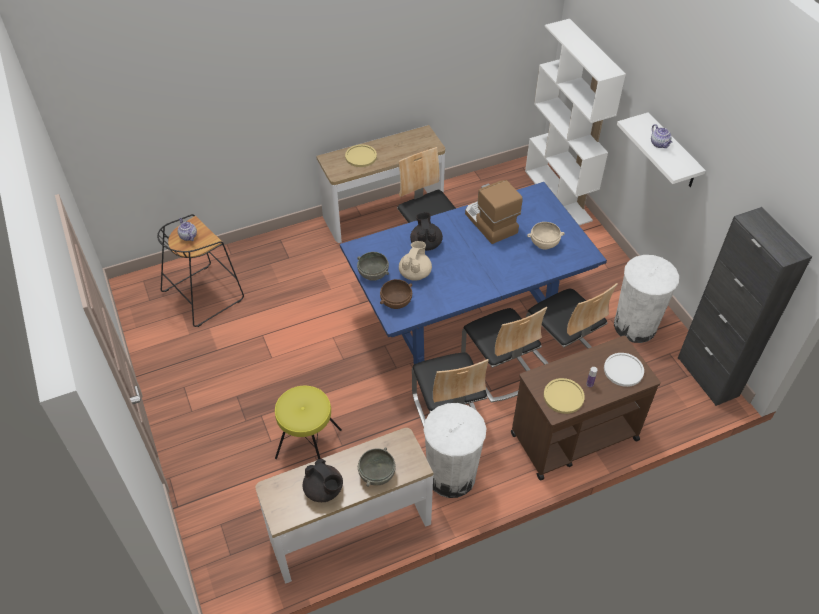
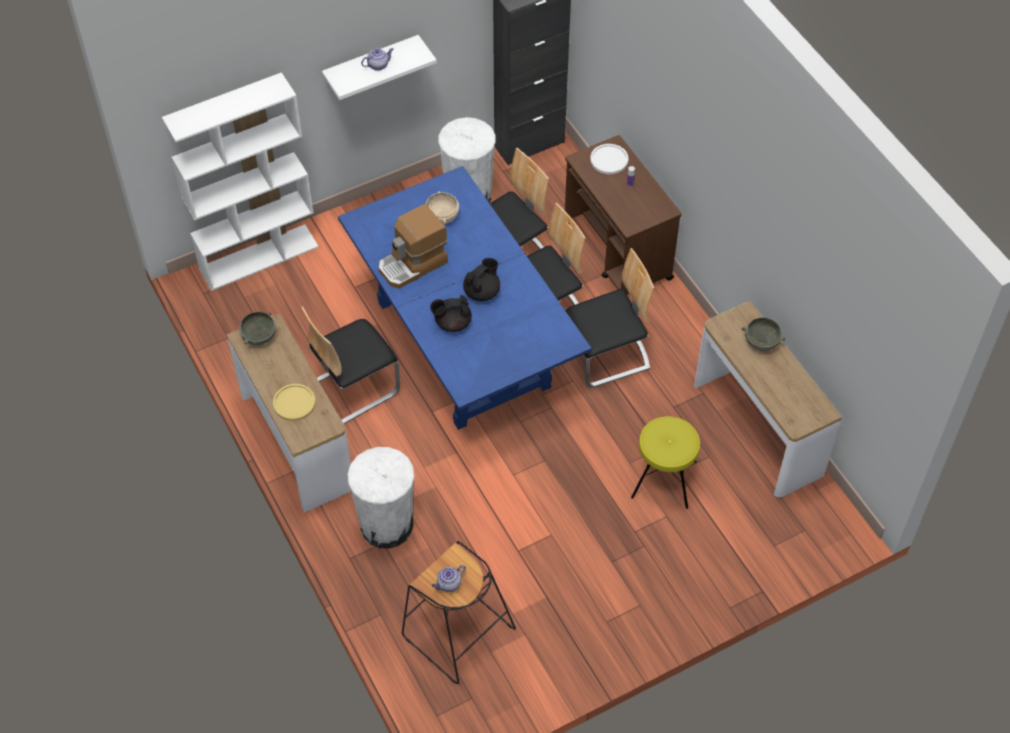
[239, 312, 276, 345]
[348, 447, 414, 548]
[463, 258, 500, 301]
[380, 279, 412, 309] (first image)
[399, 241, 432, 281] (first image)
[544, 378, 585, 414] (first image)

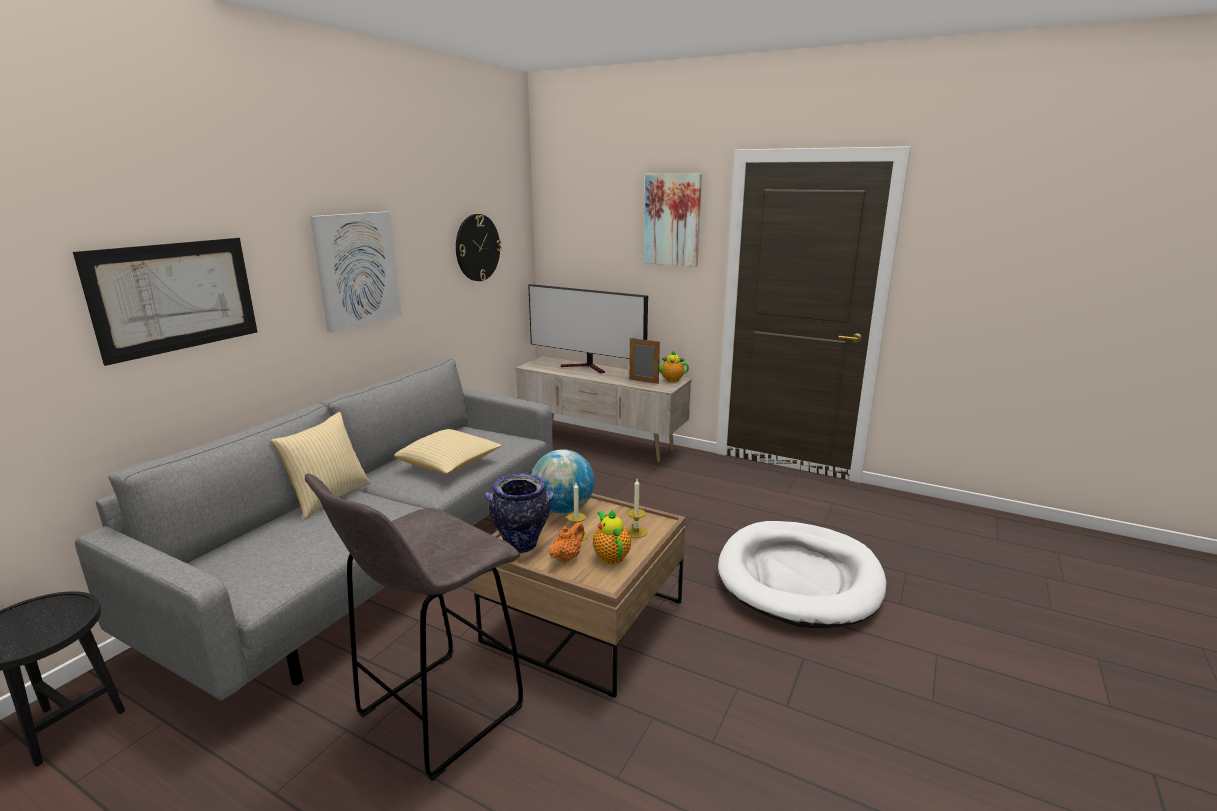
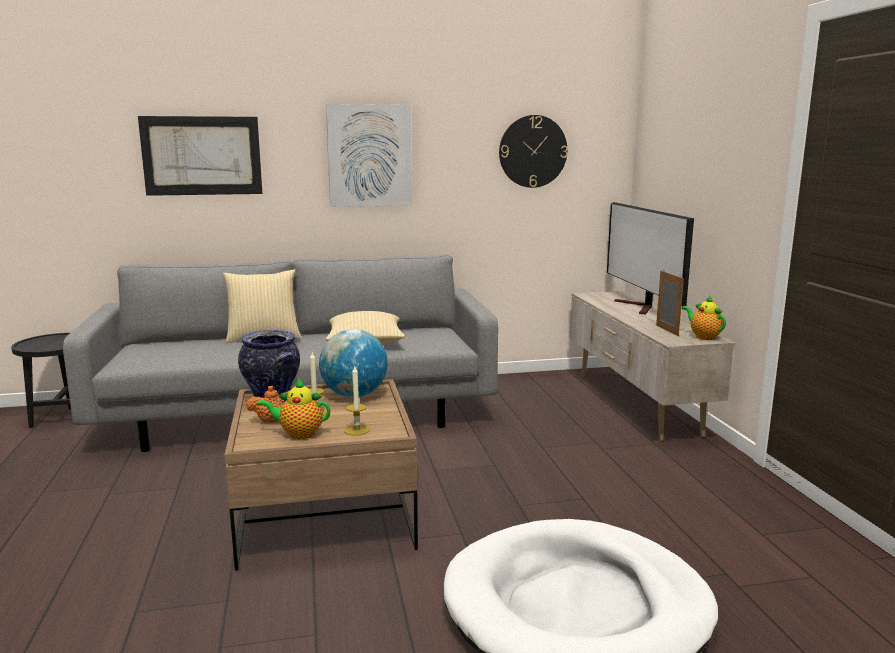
[257, 379, 330, 439]
[305, 473, 524, 781] (first image)
[644, 173, 702, 267] (first image)

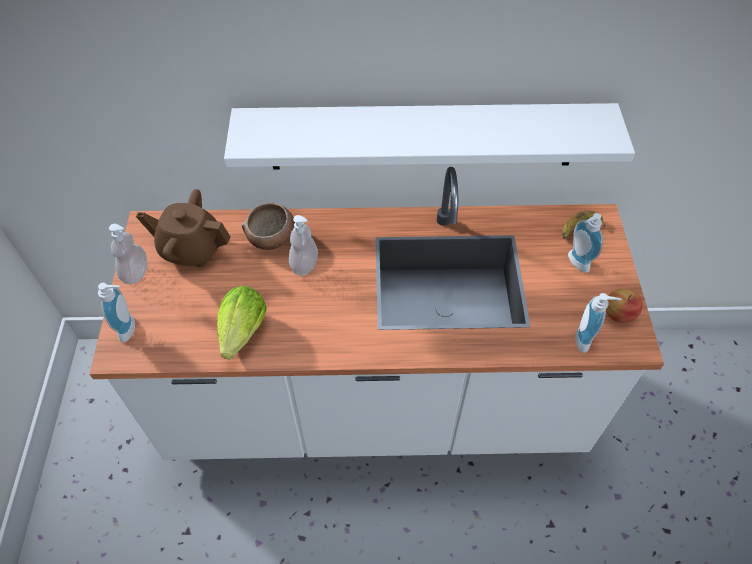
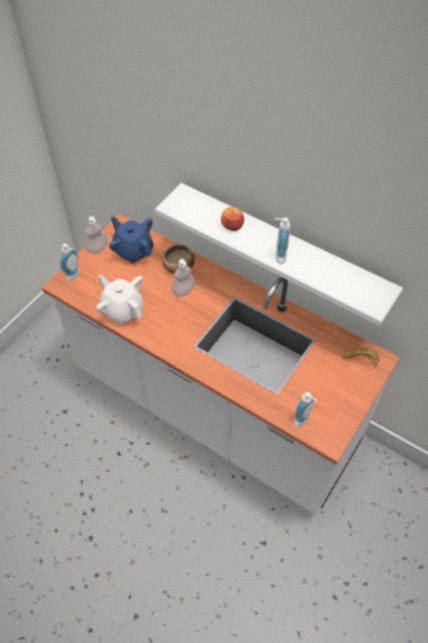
[96, 274, 144, 324]
[109, 216, 153, 263]
[221, 207, 244, 231]
[274, 218, 290, 264]

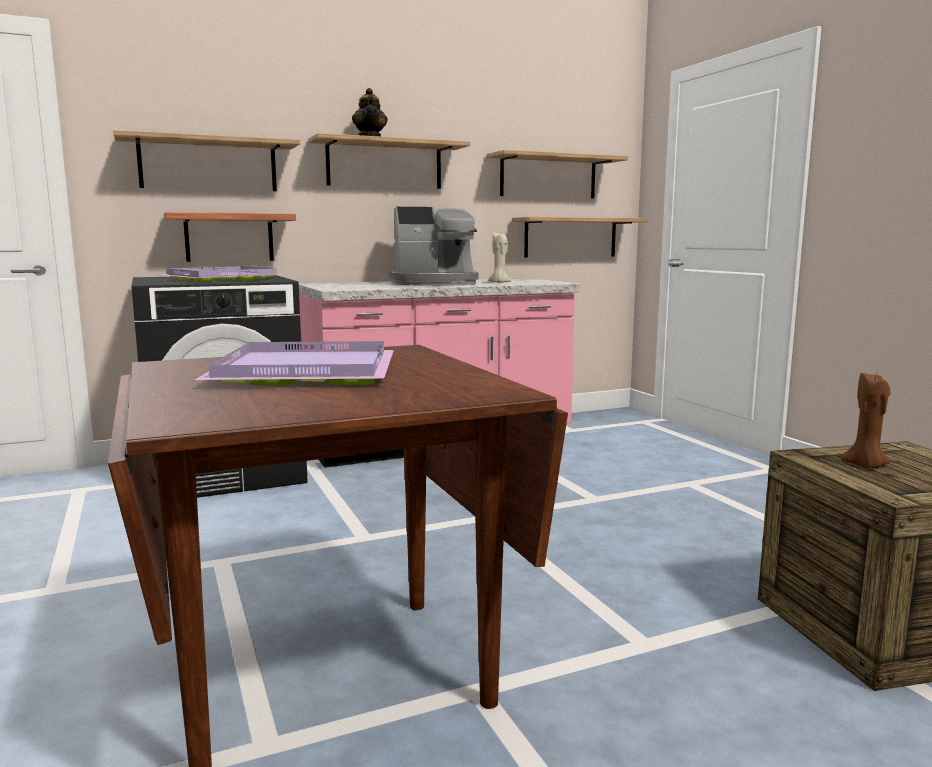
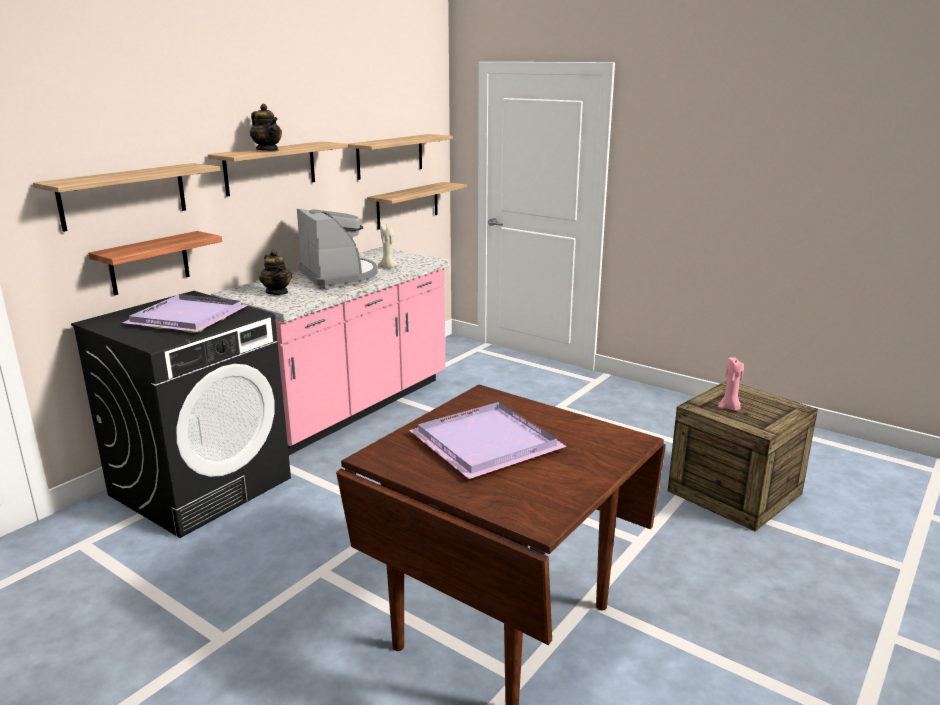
[259, 250, 292, 295]
[297, 209, 377, 289]
[718, 357, 744, 411]

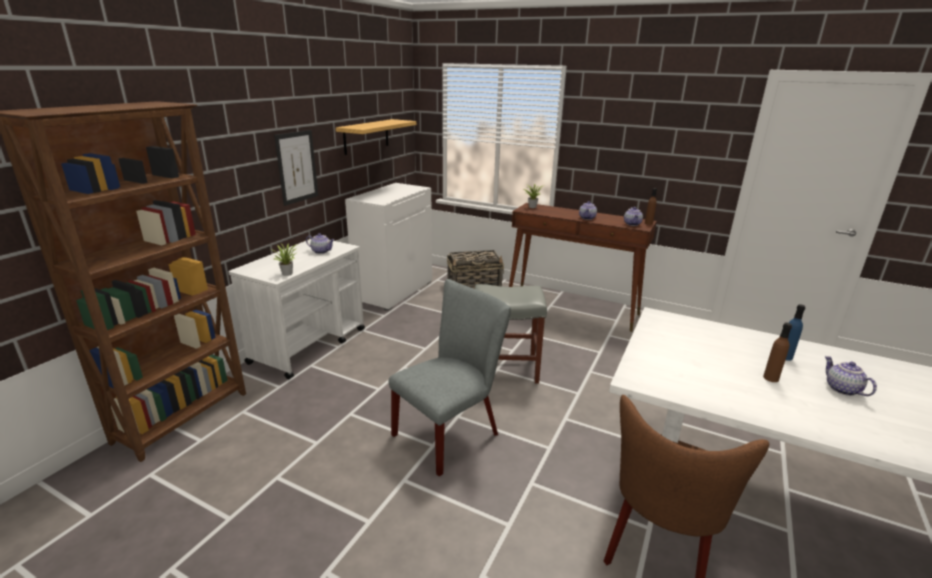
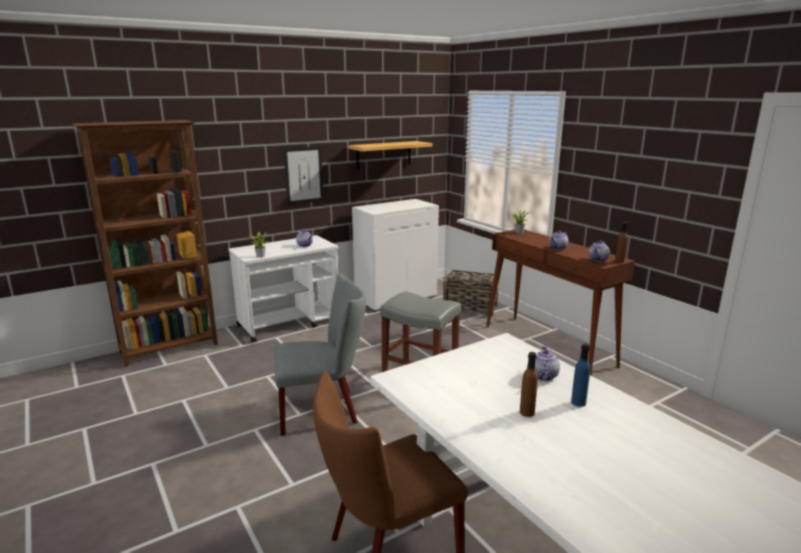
[535, 346, 560, 381]

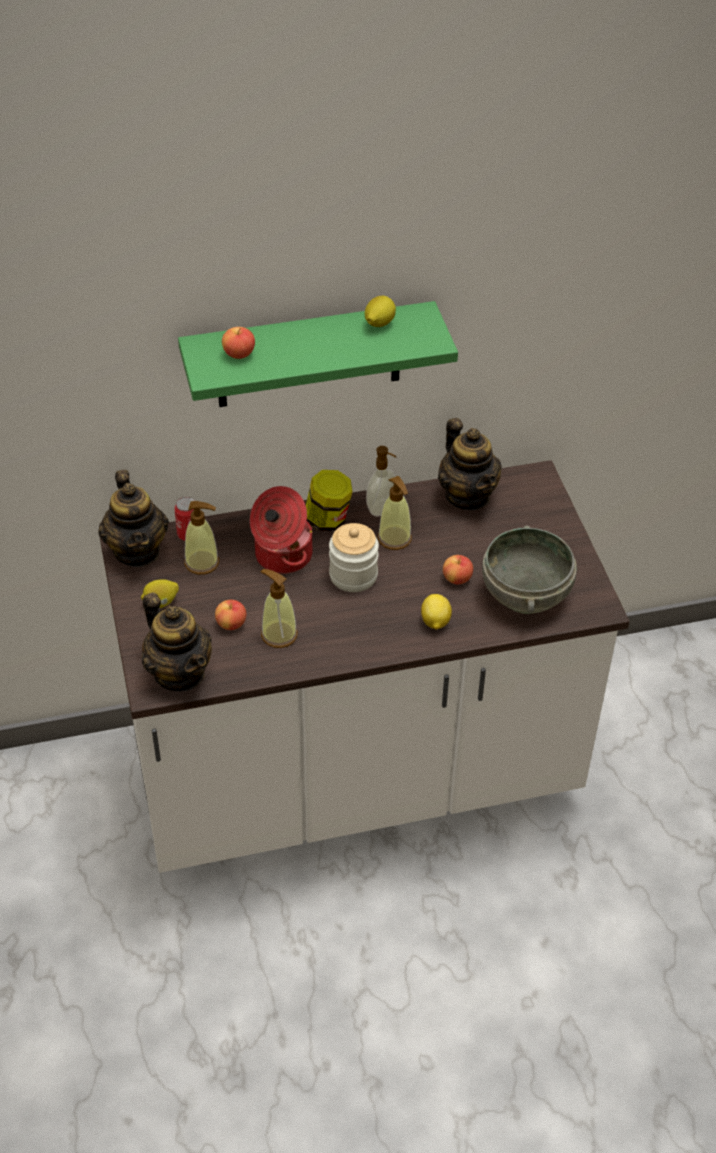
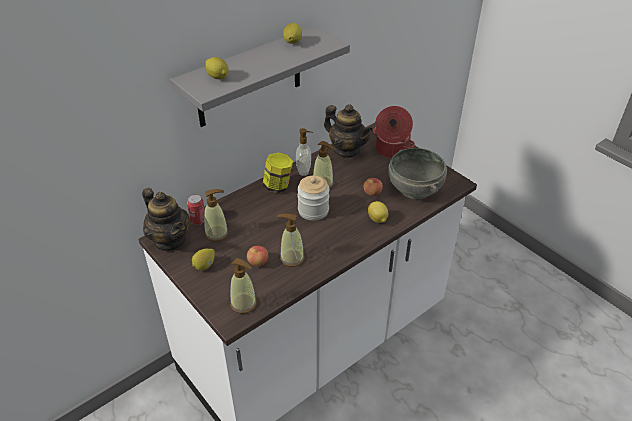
[170, 26, 350, 127]
[205, 57, 229, 79]
[230, 258, 257, 314]
[372, 106, 415, 159]

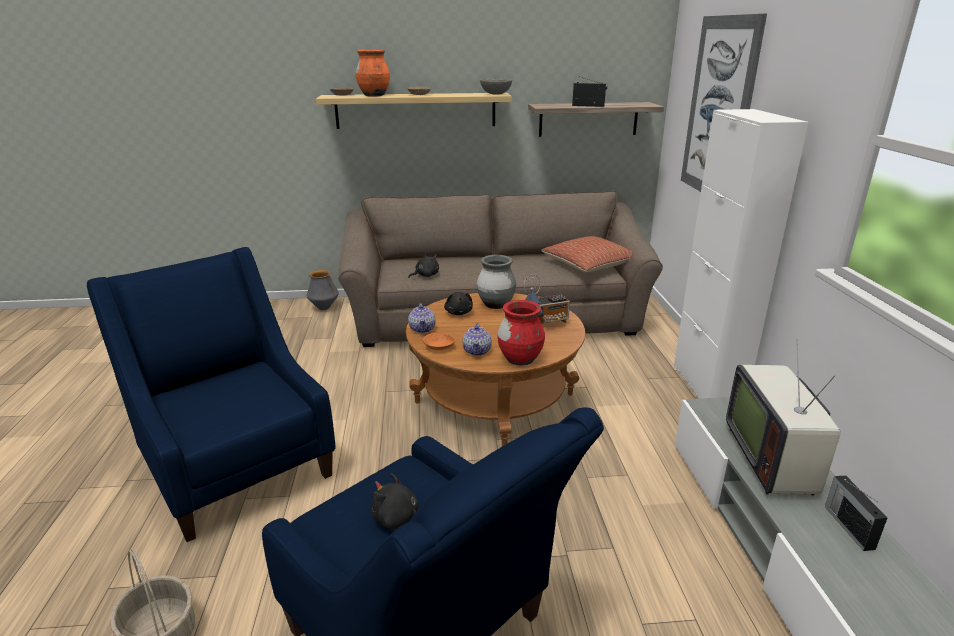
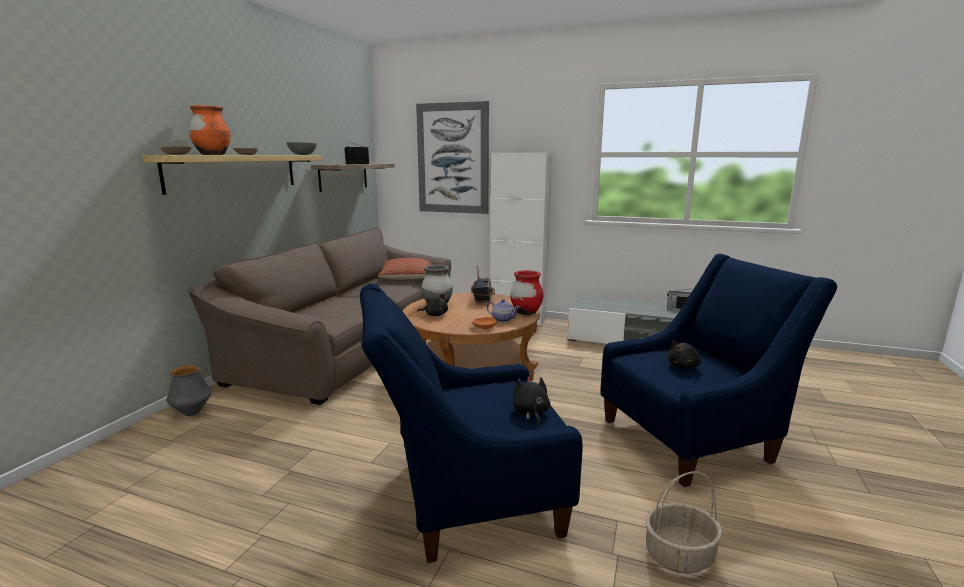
[513, 376, 550, 425]
[408, 303, 436, 333] (first image)
[726, 339, 840, 496] (first image)

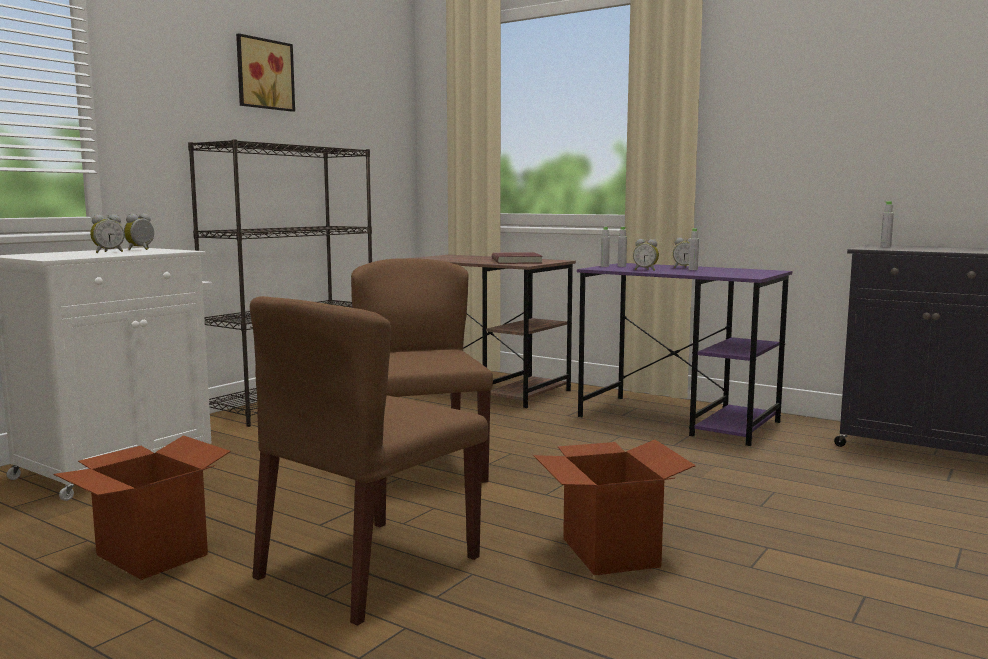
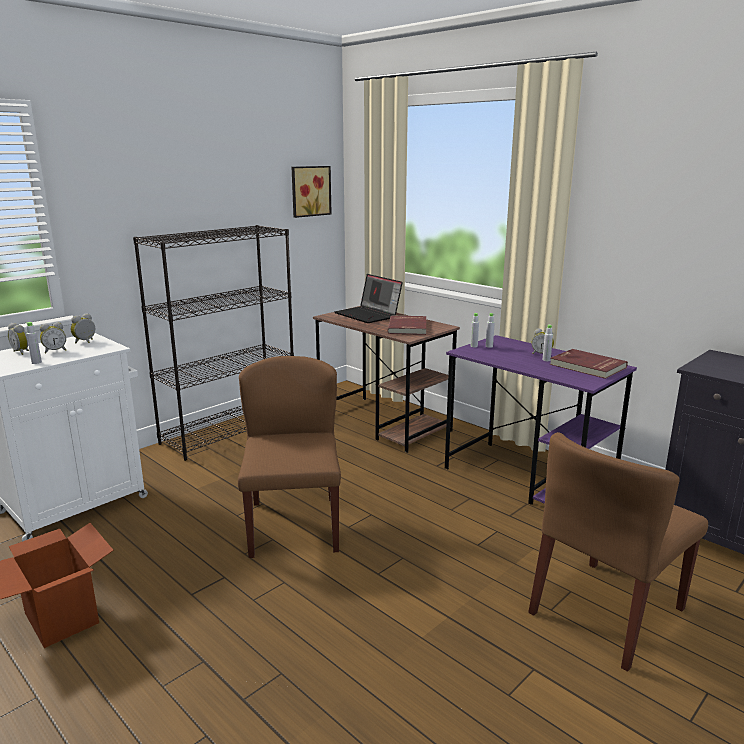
[8, 323, 29, 355]
[26, 322, 42, 364]
[292, 166, 332, 218]
[334, 274, 403, 323]
[528, 432, 708, 672]
[550, 349, 628, 379]
[534, 440, 695, 575] (first image)

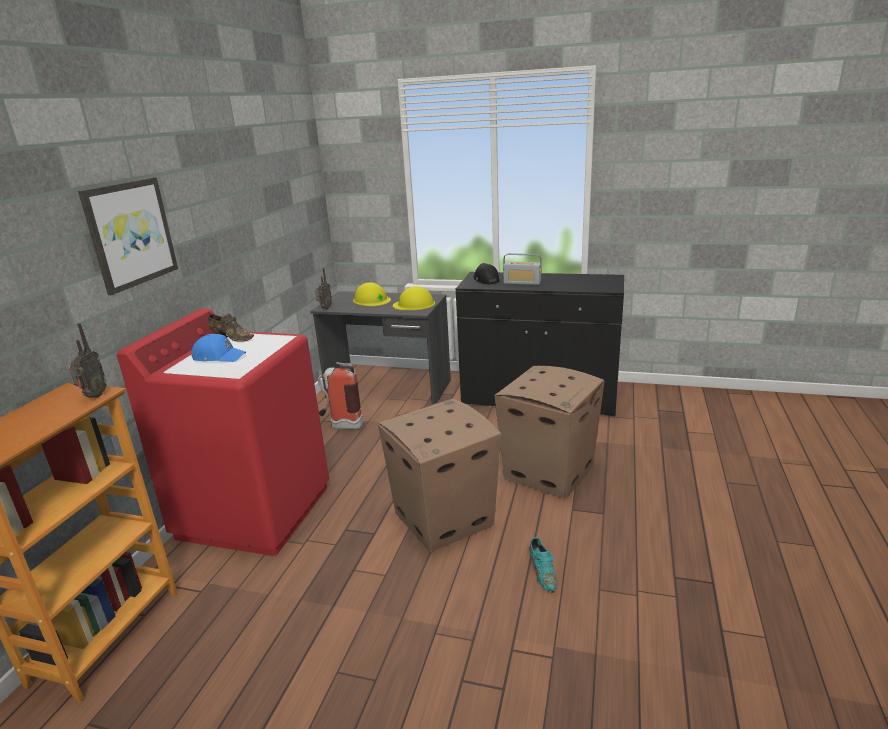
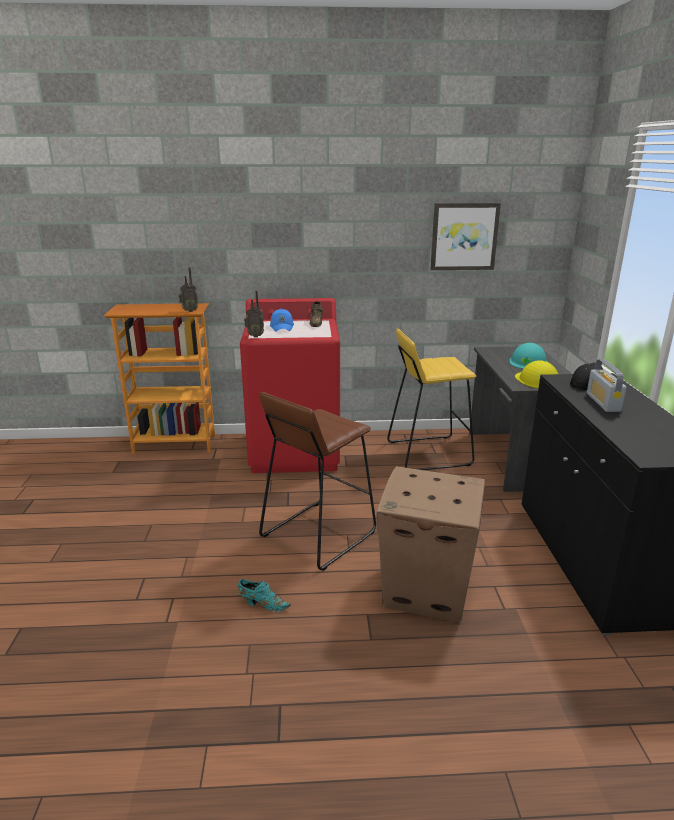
[237, 579, 291, 612]
[244, 291, 264, 337]
[259, 392, 376, 571]
[387, 329, 477, 470]
[430, 203, 501, 270]
[510, 343, 548, 369]

